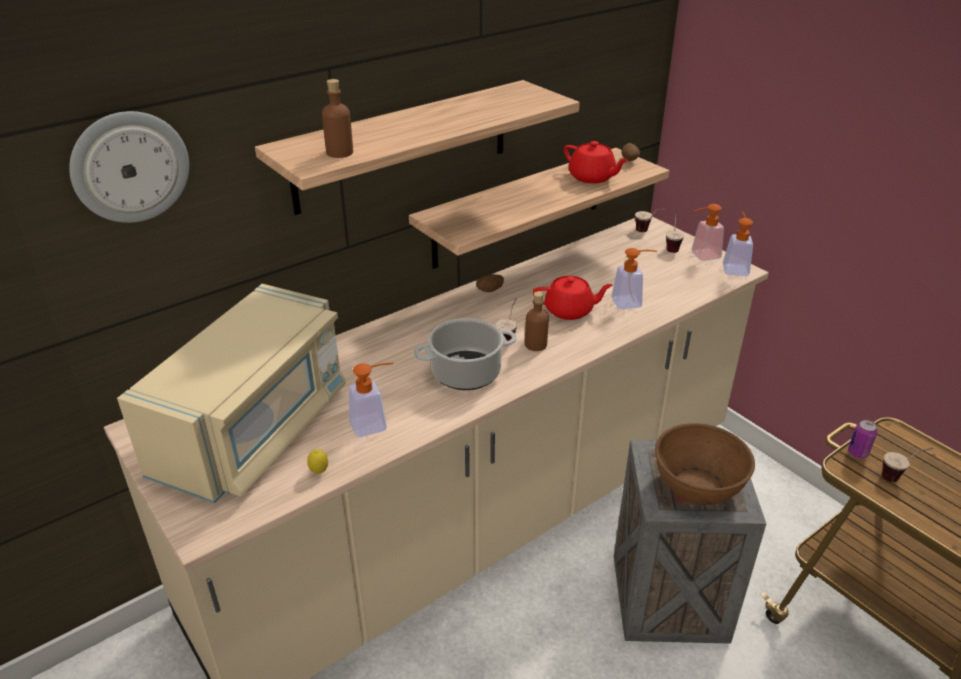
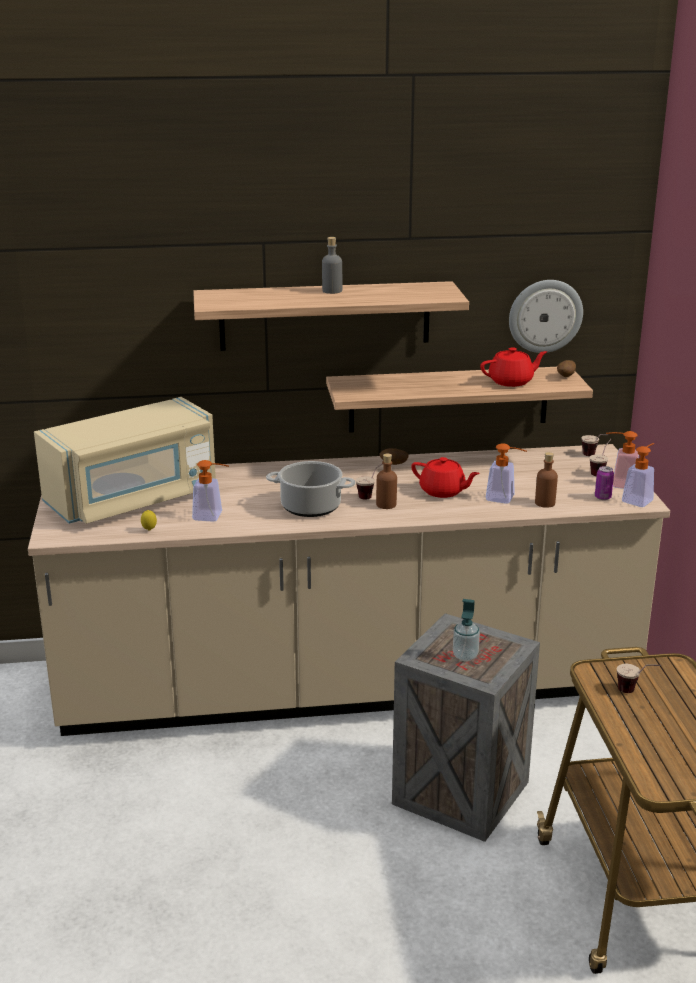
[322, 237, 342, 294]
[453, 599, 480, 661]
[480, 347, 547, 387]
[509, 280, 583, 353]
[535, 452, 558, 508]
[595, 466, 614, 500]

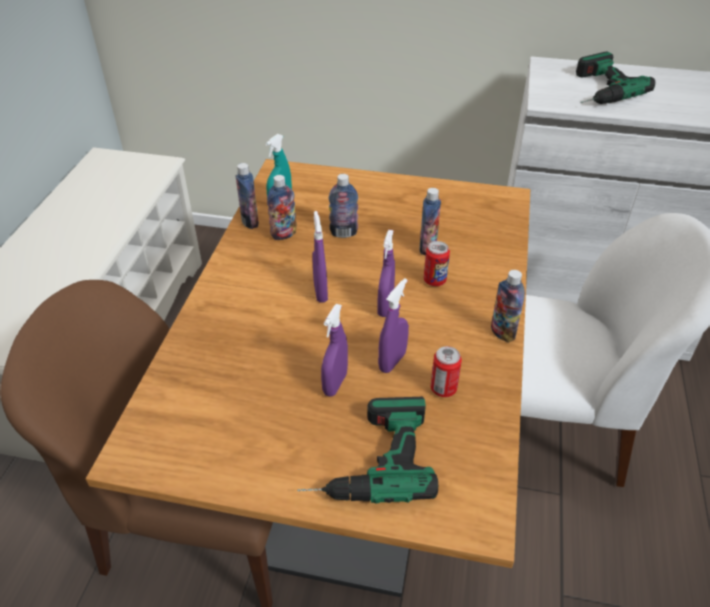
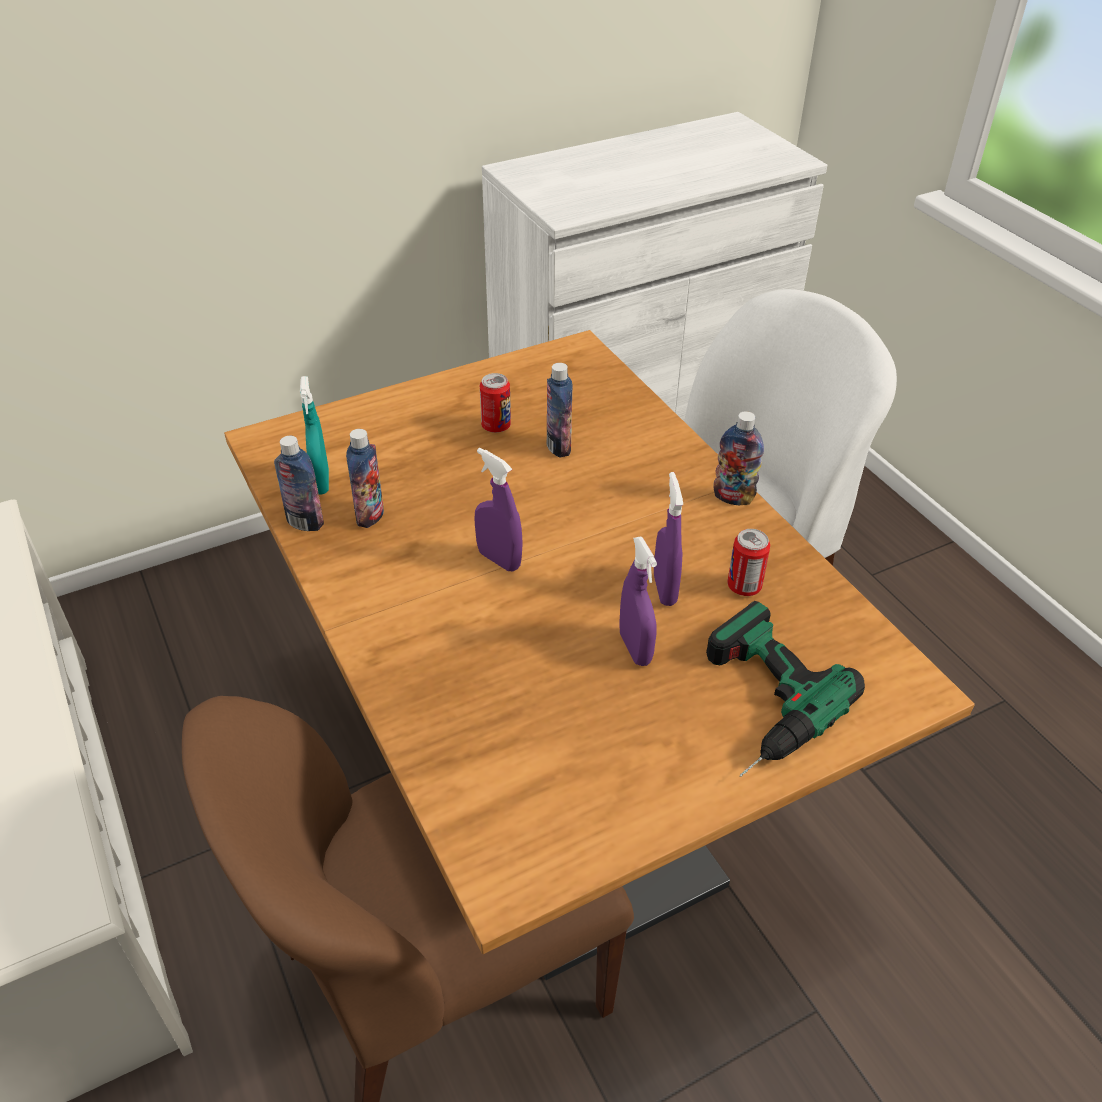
[480, 373, 511, 433]
[329, 174, 358, 238] (first image)
[377, 230, 395, 317] (first image)
[576, 51, 655, 104] (first image)

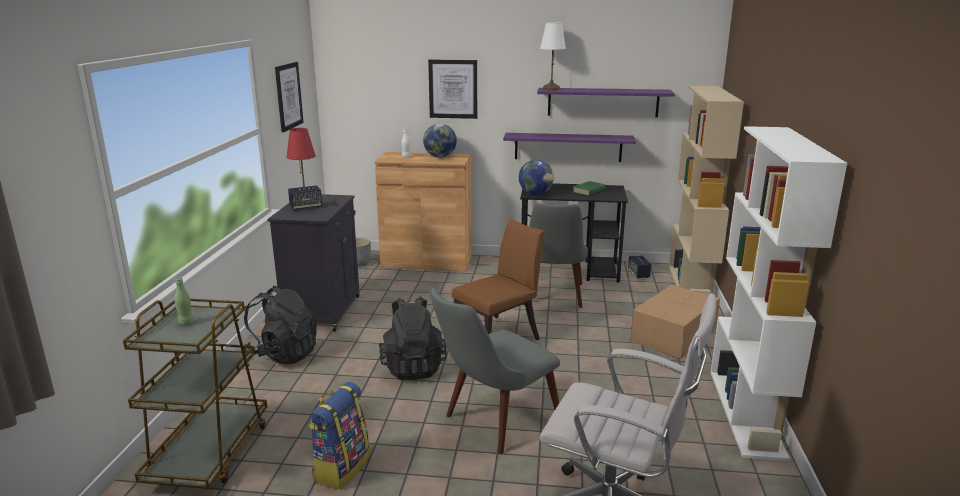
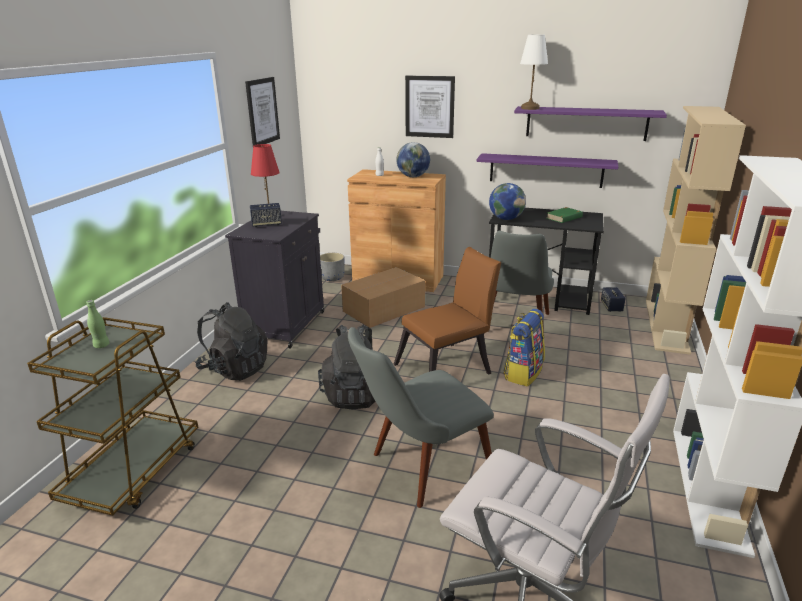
[341, 267, 425, 328]
[503, 309, 545, 387]

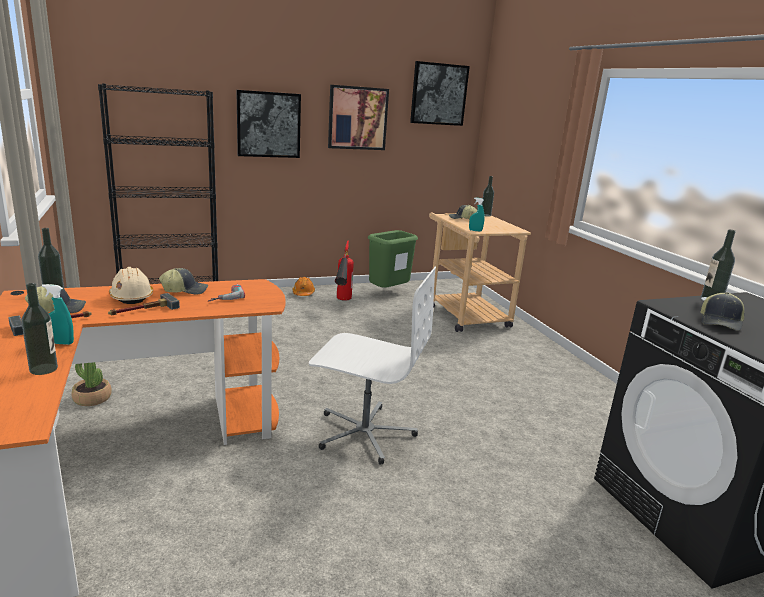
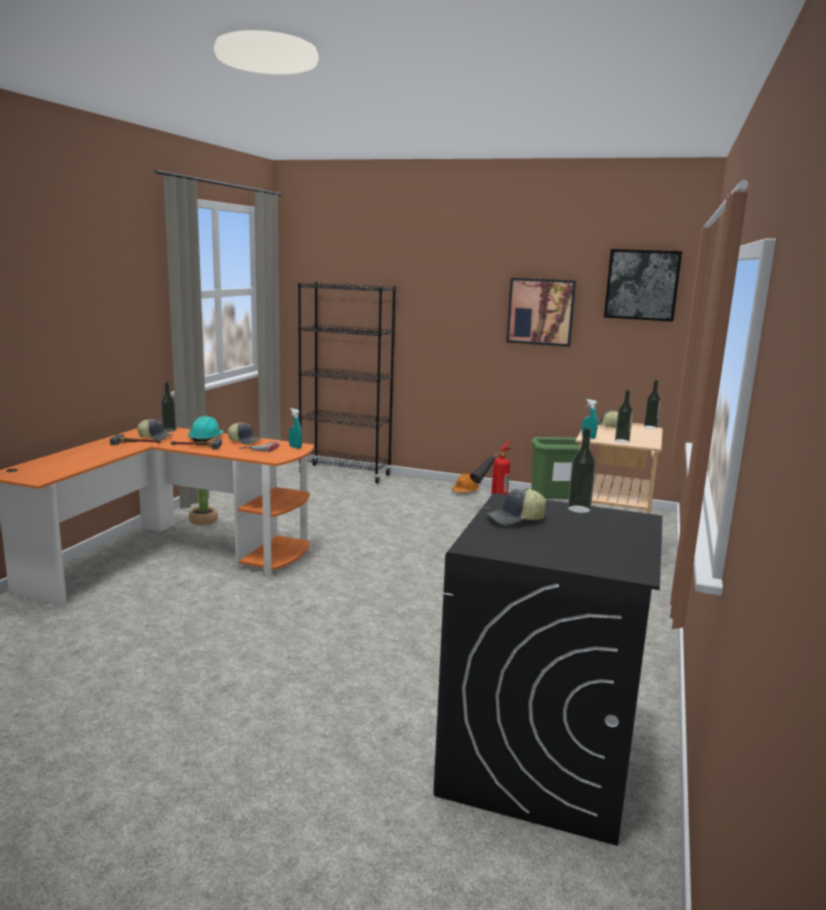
[188, 416, 224, 442]
[289, 408, 302, 449]
[615, 390, 633, 443]
[236, 90, 301, 158] (first image)
[309, 267, 436, 465] (first image)

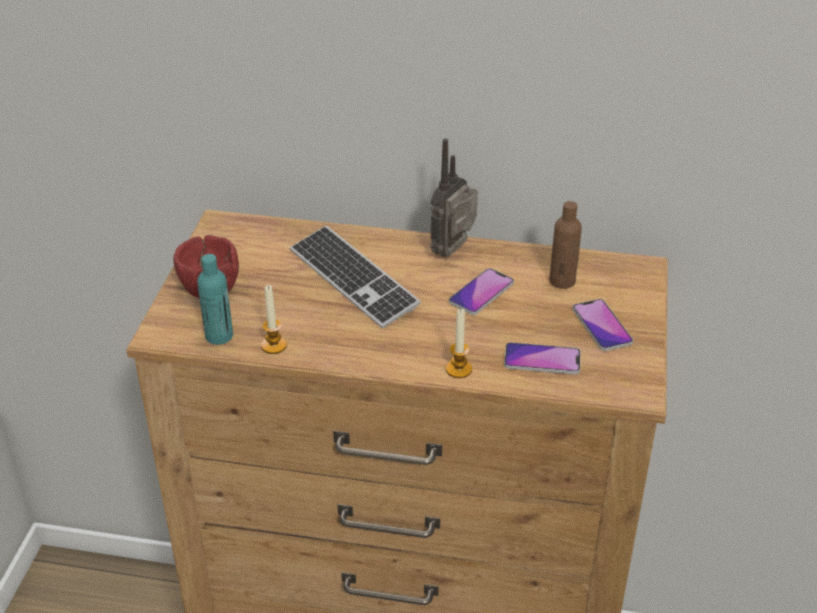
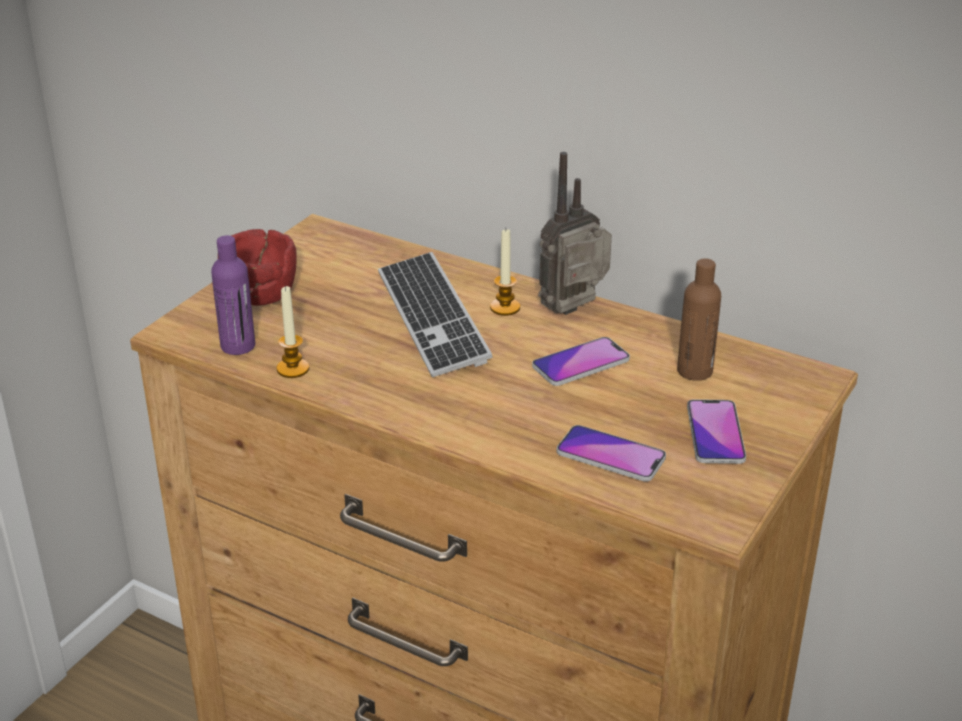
[211, 235, 255, 355]
[490, 229, 520, 316]

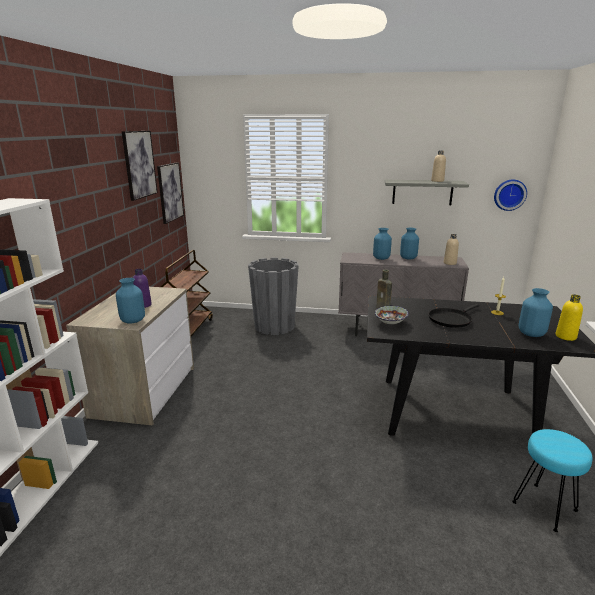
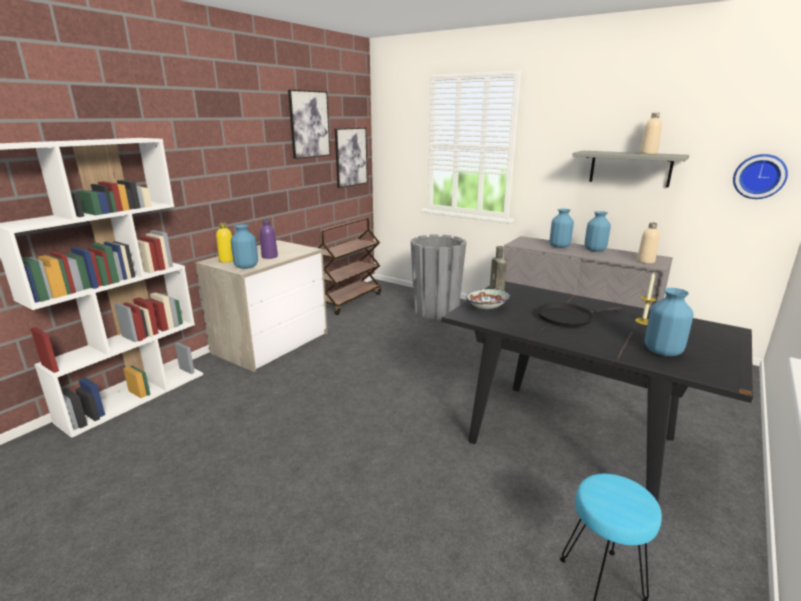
[216, 223, 233, 263]

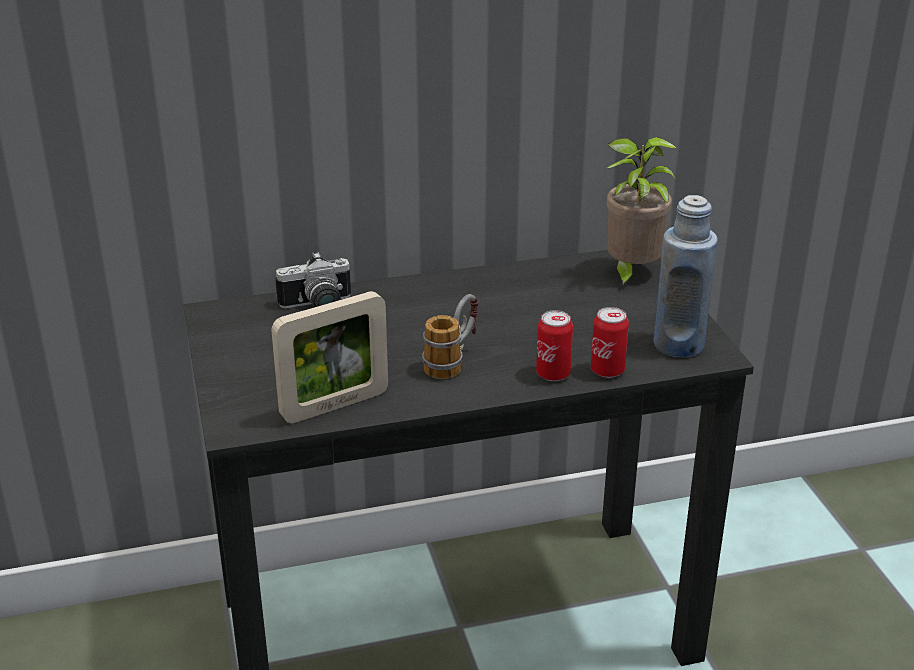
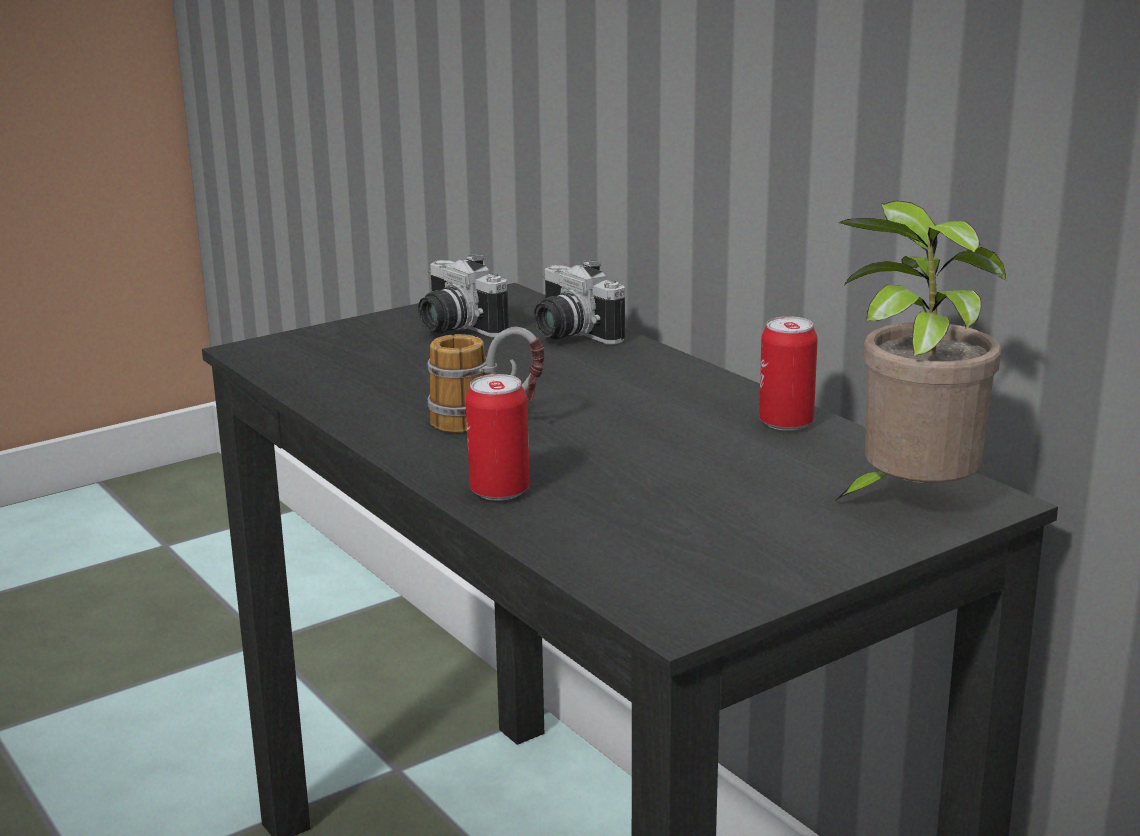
[418, 254, 509, 337]
[759, 316, 818, 431]
[271, 291, 388, 423] (first image)
[654, 195, 718, 357] (first image)

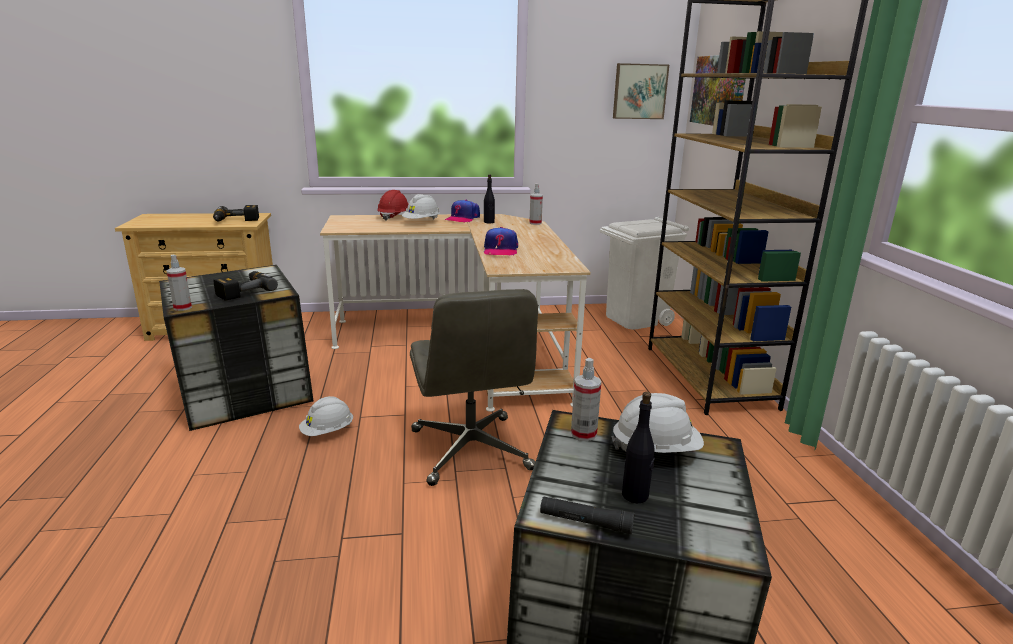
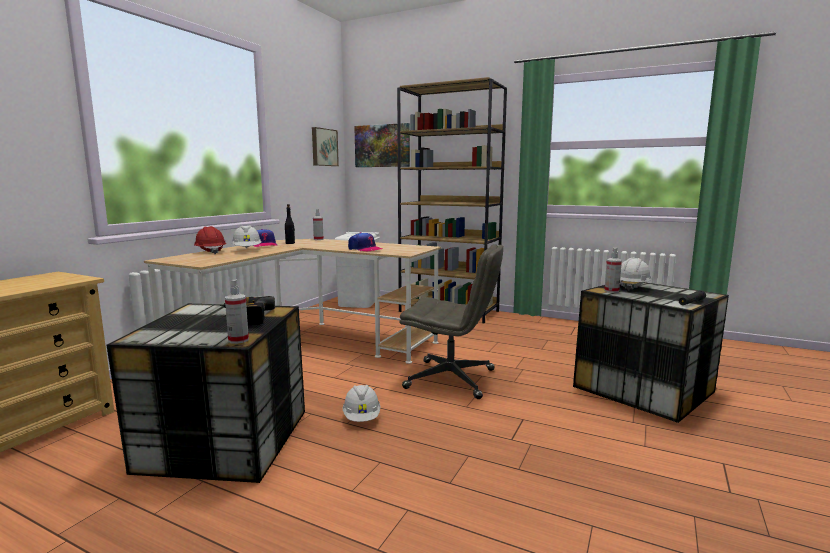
[213, 205, 259, 221] (first image)
[622, 392, 655, 503] (first image)

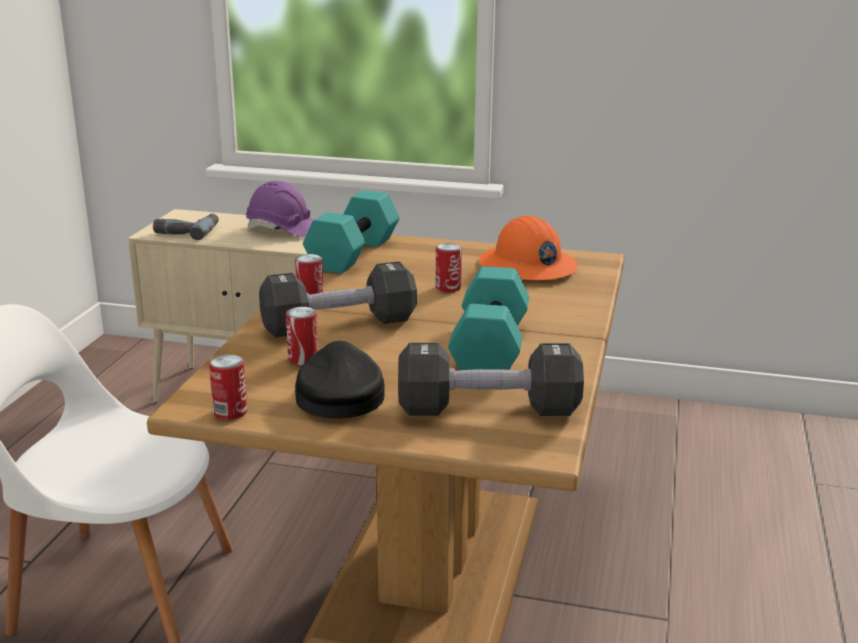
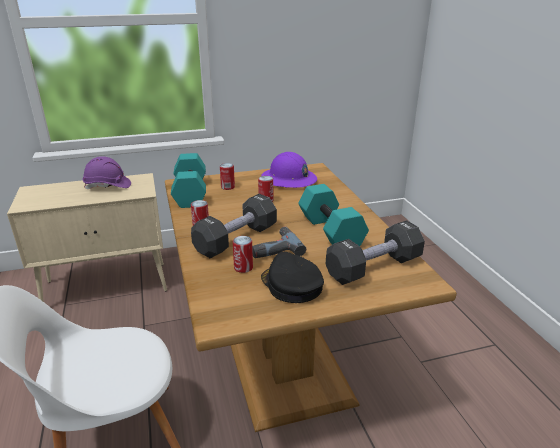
[220, 163, 235, 190]
[252, 227, 306, 258]
[261, 152, 317, 188]

